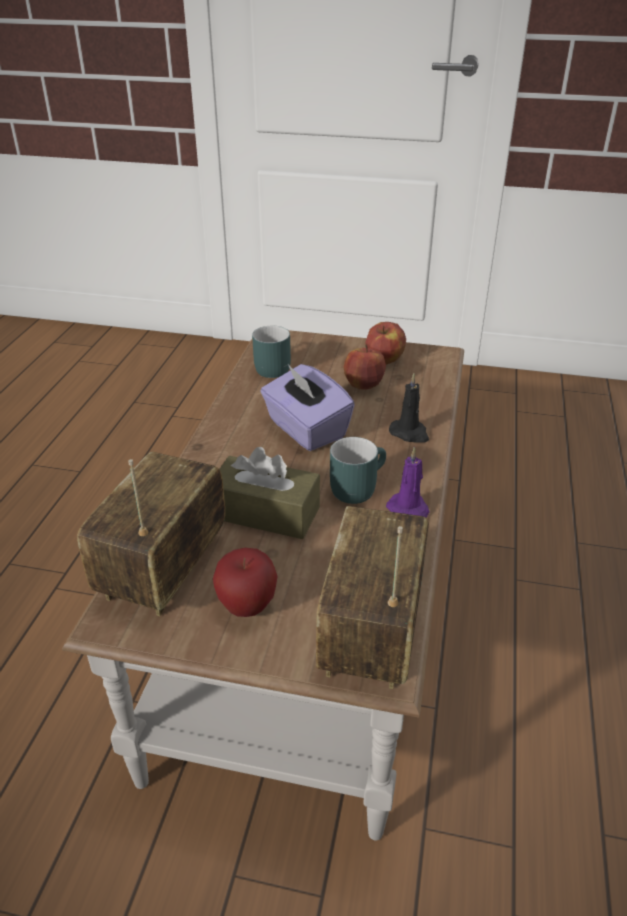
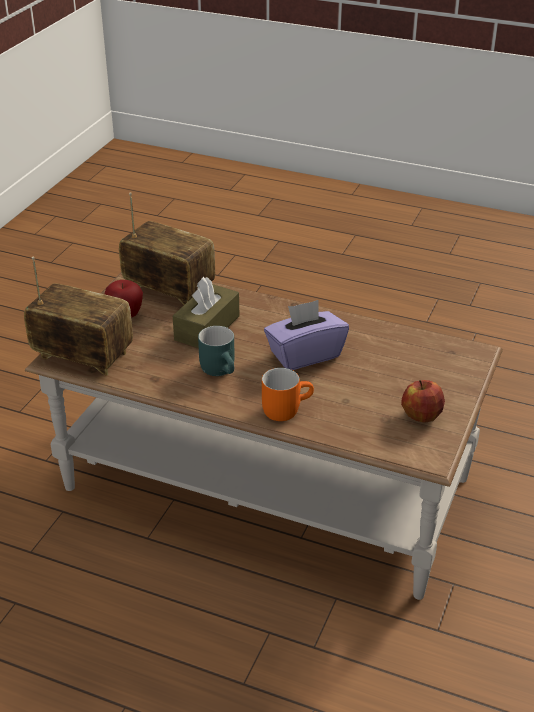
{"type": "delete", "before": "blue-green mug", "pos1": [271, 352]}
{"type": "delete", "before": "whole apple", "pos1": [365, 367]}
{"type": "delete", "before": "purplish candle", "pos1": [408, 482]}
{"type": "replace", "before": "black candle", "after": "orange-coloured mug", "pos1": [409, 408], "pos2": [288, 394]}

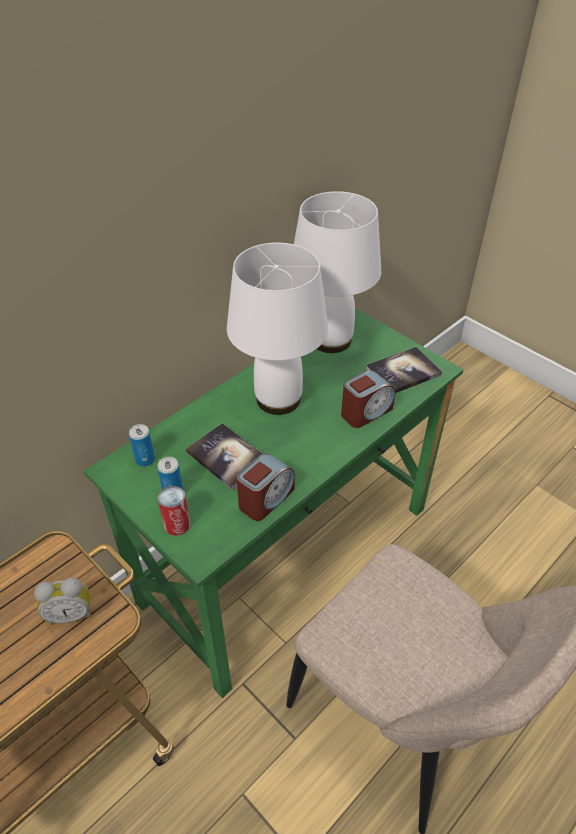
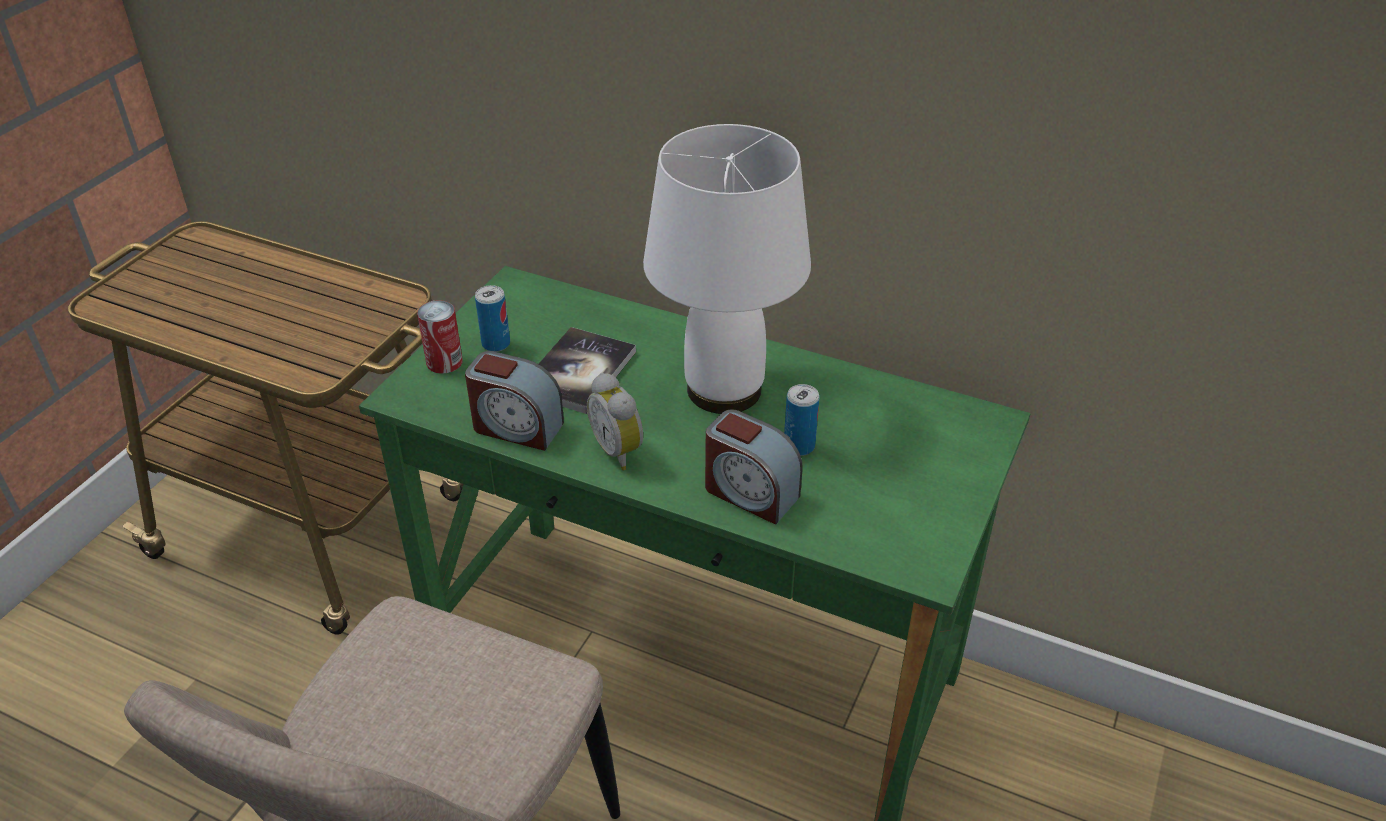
{"type": "move", "before": "bedside clock", "pos1": [63, 601], "pos2": [615, 422]}
{"type": "move", "before": "can", "pos1": [142, 445], "pos2": [801, 420]}
{"type": "delete", "before": "white tabletop lamp", "pos1": [337, 272]}
{"type": "delete", "before": "bound book", "pos1": [403, 370]}

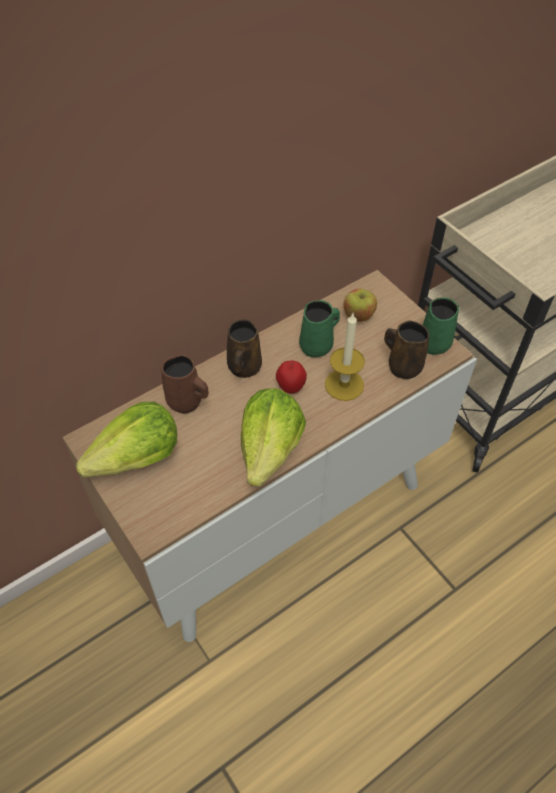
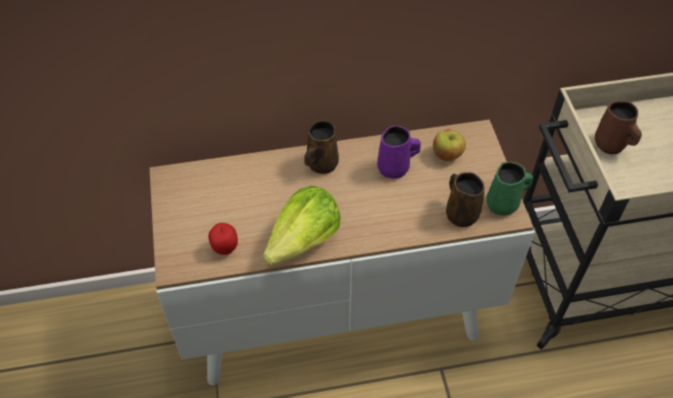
{"type": "delete", "before": "head of lettuce", "pos1": [126, 439]}
{"type": "move", "before": "brown-coloured mug", "pos1": [185, 383], "pos2": [618, 127]}
{"type": "move", "before": "whole apple", "pos1": [291, 377], "pos2": [223, 239]}
{"type": "recolor", "before": "green-coloured mug", "after": "purplish mug", "pos1": [319, 328], "pos2": [399, 152]}
{"type": "delete", "before": "candle", "pos1": [345, 357]}

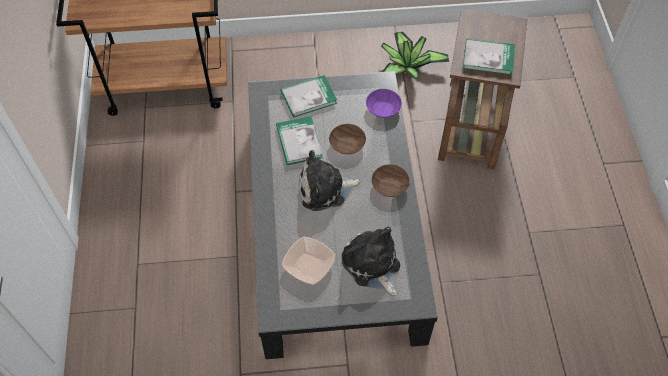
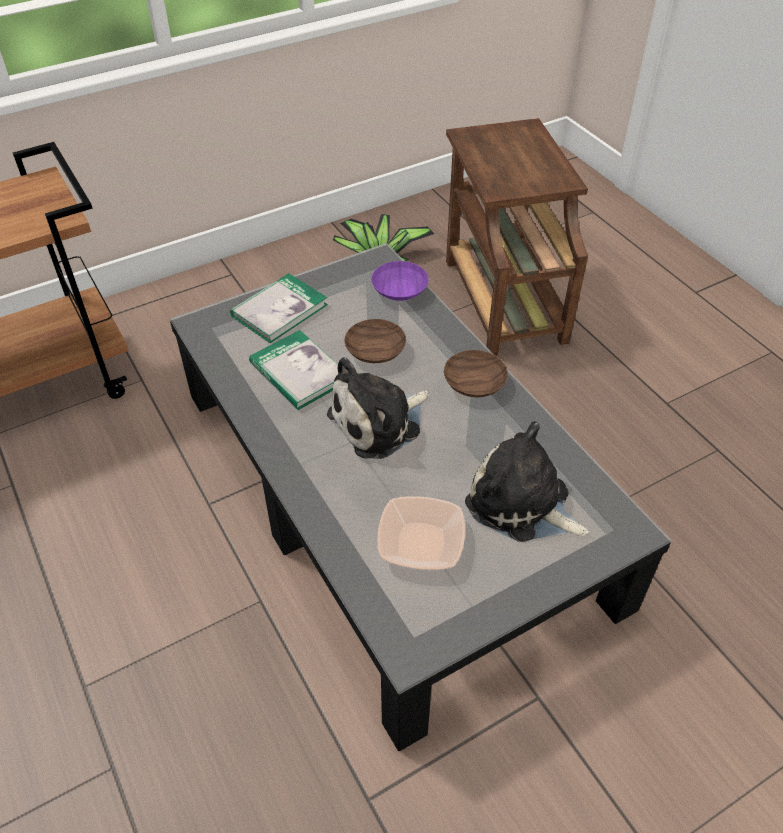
{"type": "delete", "before": "bound book", "pos1": [489, 56]}

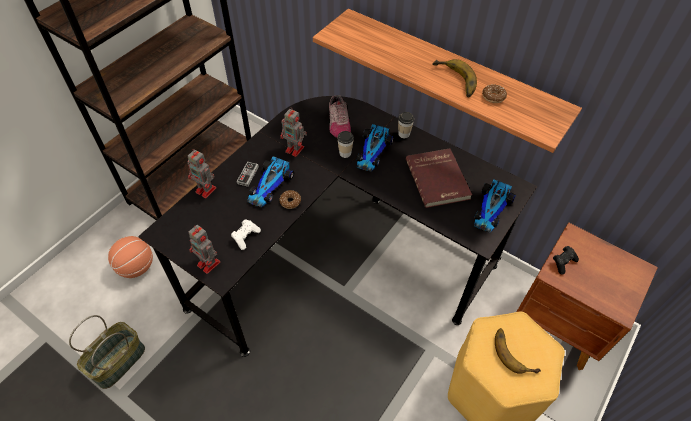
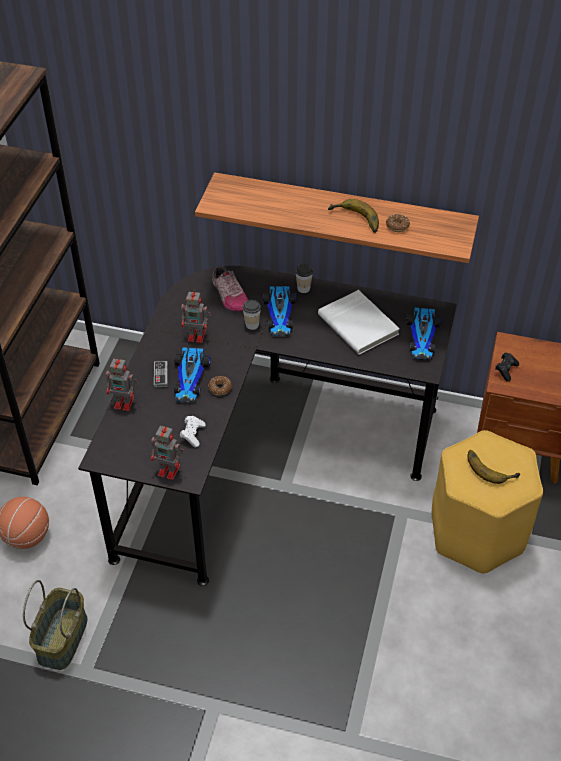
{"type": "recolor", "before": "red-coloured bound book", "after": "white bound book", "pos1": [439, 178], "pos2": [359, 322]}

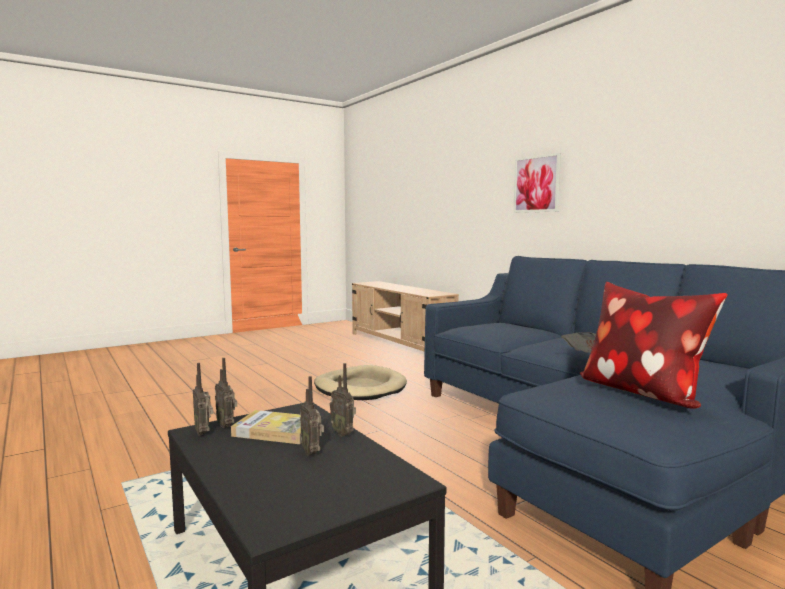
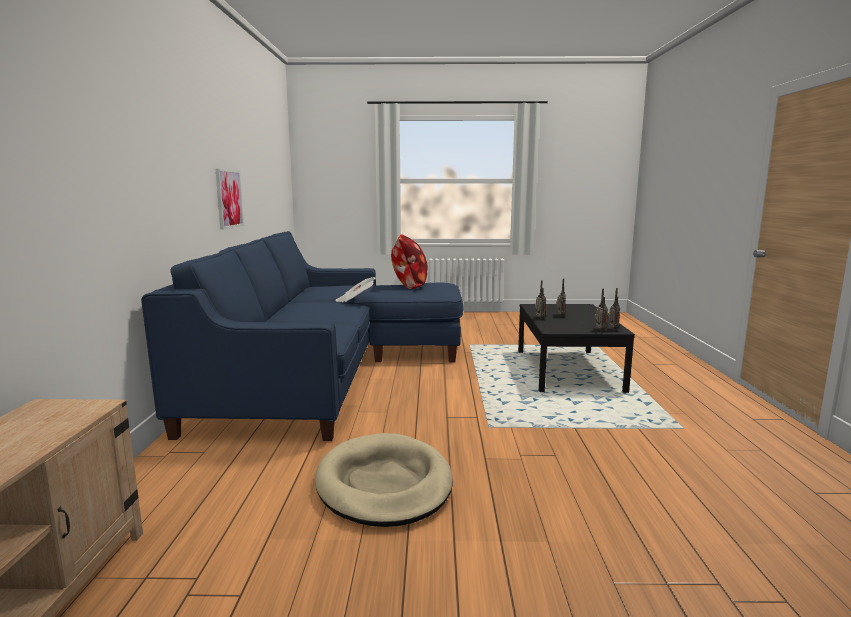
{"type": "delete", "before": "bound book", "pos1": [266, 427]}
{"type": "move", "before": "picture", "pos1": [537, 183], "pos2": [229, 199]}

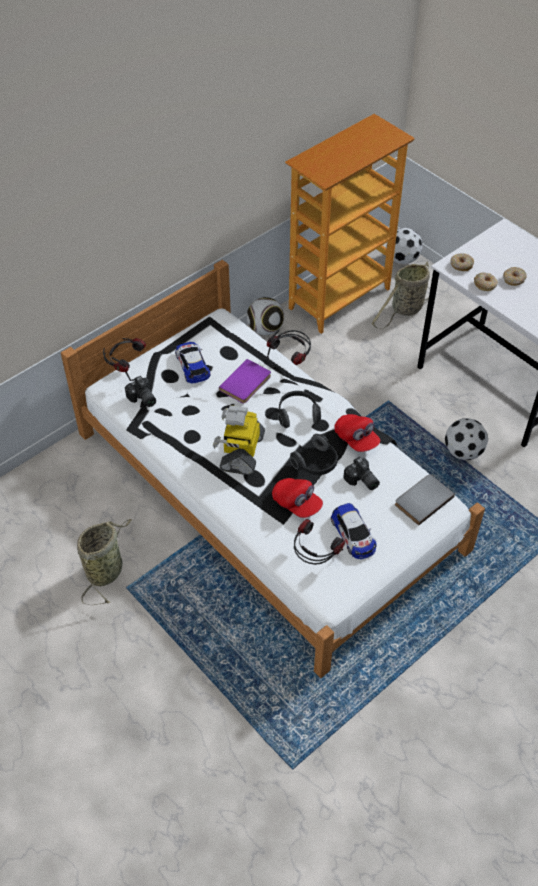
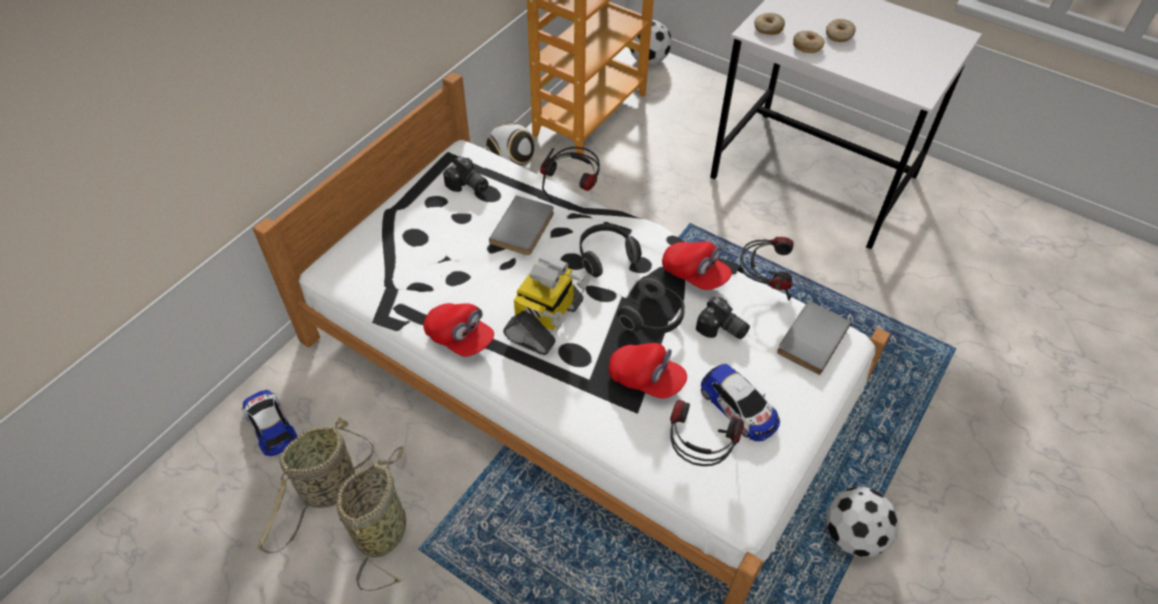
{"type": "move", "before": "headset", "pos1": [124, 359], "pos2": [767, 268]}
{"type": "move", "before": "photo camera", "pos1": [140, 391], "pos2": [465, 174]}
{"type": "move", "before": "miniature car", "pos1": [192, 363], "pos2": [269, 423]}
{"type": "rotate", "before": "toy robot", "pos1": [239, 440], "pos2": [546, 304], "turn": -150}
{"type": "recolor", "before": "purplish bound book", "after": "grey bound book", "pos1": [245, 381], "pos2": [521, 225]}
{"type": "move", "before": "basket", "pos1": [401, 295], "pos2": [316, 485]}
{"type": "move", "before": "football ball", "pos1": [466, 439], "pos2": [862, 522]}
{"type": "insert", "after": "red-coloured cap", "pos2": [458, 330]}

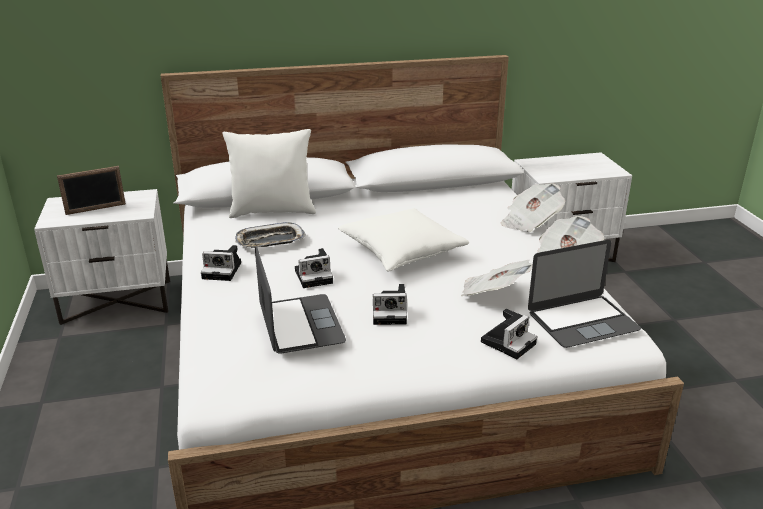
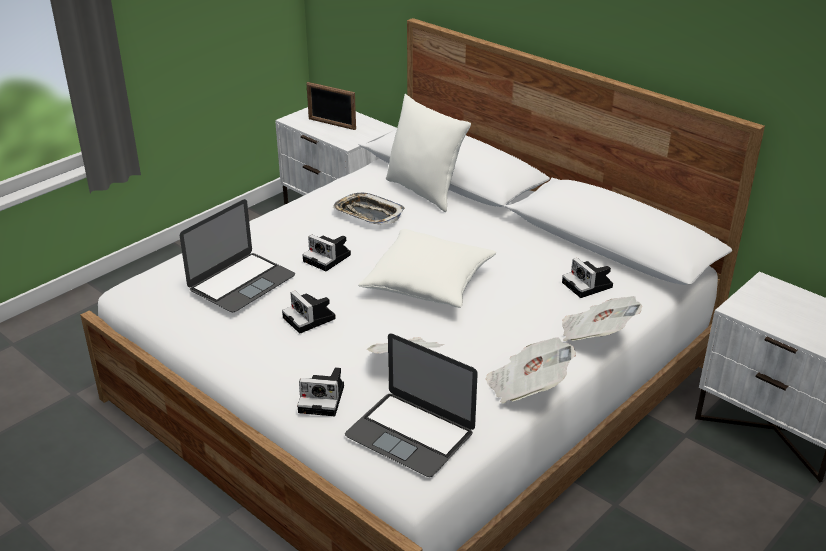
{"type": "move", "before": "photo camera", "pos1": [221, 263], "pos2": [587, 278]}

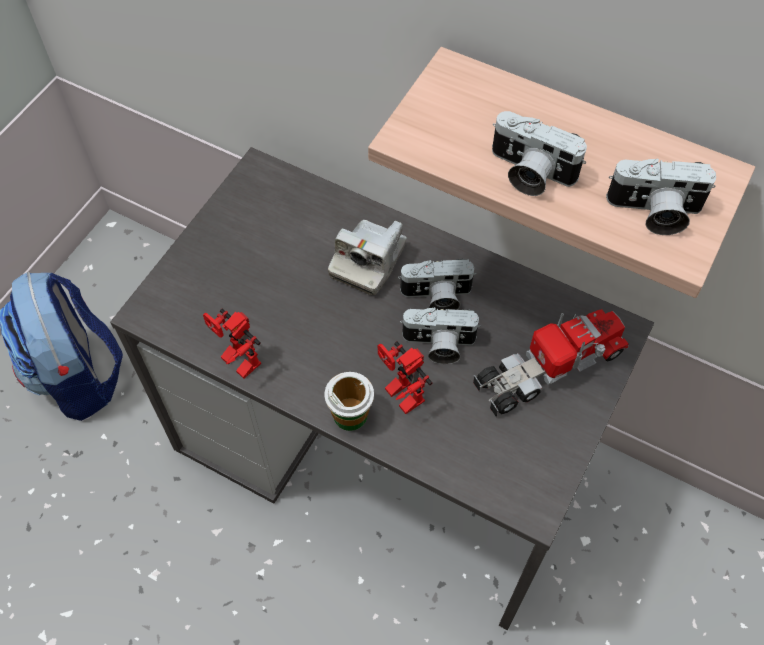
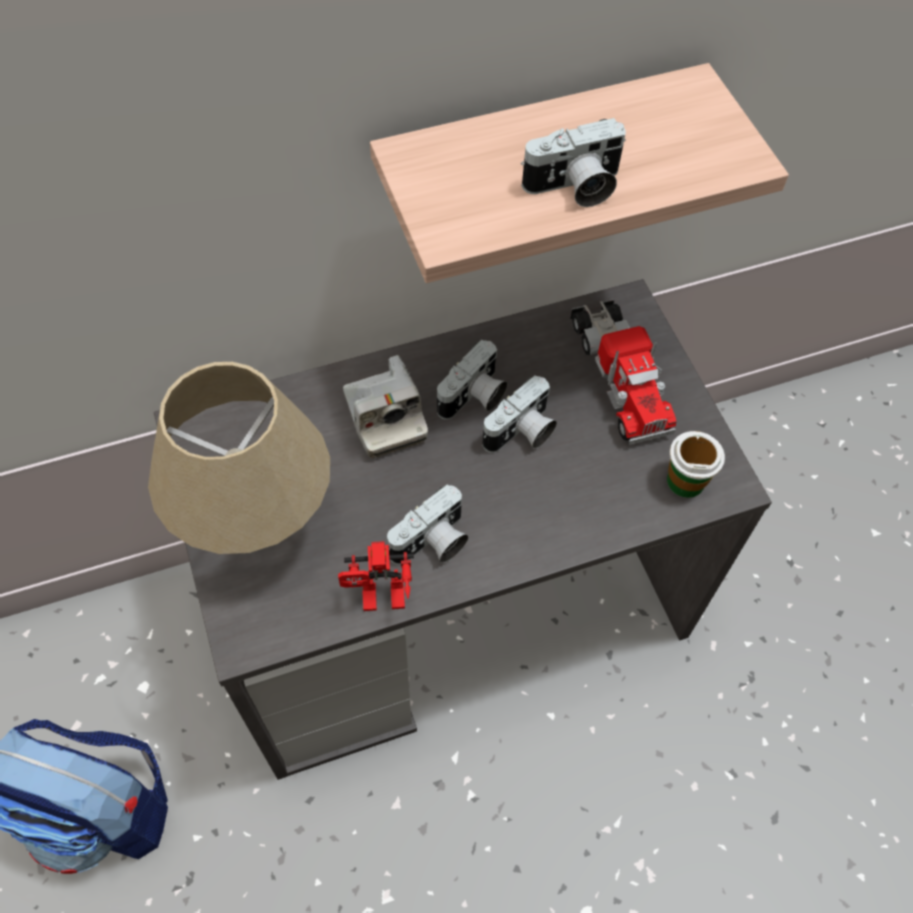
{"type": "move", "before": "cup", "pos1": [349, 401], "pos2": [696, 464]}
{"type": "delete", "before": "toy robot", "pos1": [405, 377]}
{"type": "rotate", "before": "toy lorry", "pos1": [551, 363], "pos2": [623, 372], "turn": 150}
{"type": "move", "before": "photo camera", "pos1": [661, 196], "pos2": [428, 524]}
{"type": "insert", "after": "beige tabletop lamp", "pos2": [239, 458]}

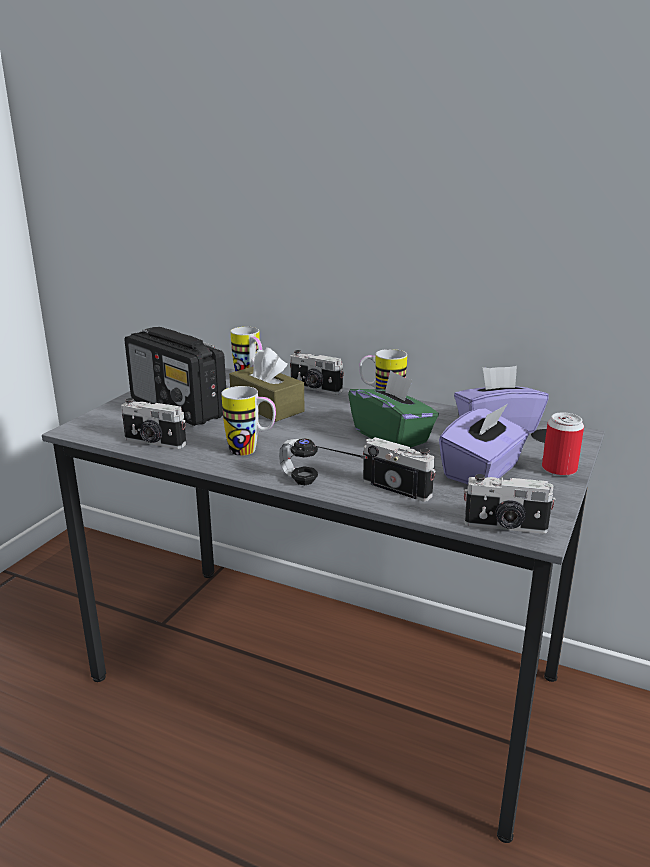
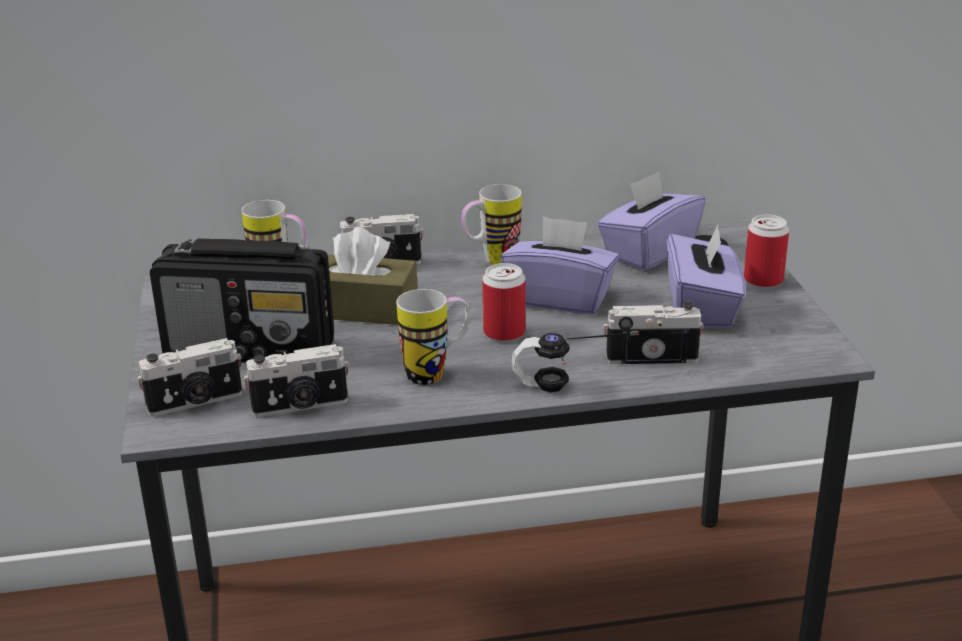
{"type": "recolor", "before": "green-coloured tissue box", "after": "purplish tissue box", "pos1": [393, 409], "pos2": [560, 265]}
{"type": "move", "before": "photo camera", "pos1": [510, 504], "pos2": [189, 377]}
{"type": "insert", "after": "can", "pos2": [504, 302]}

